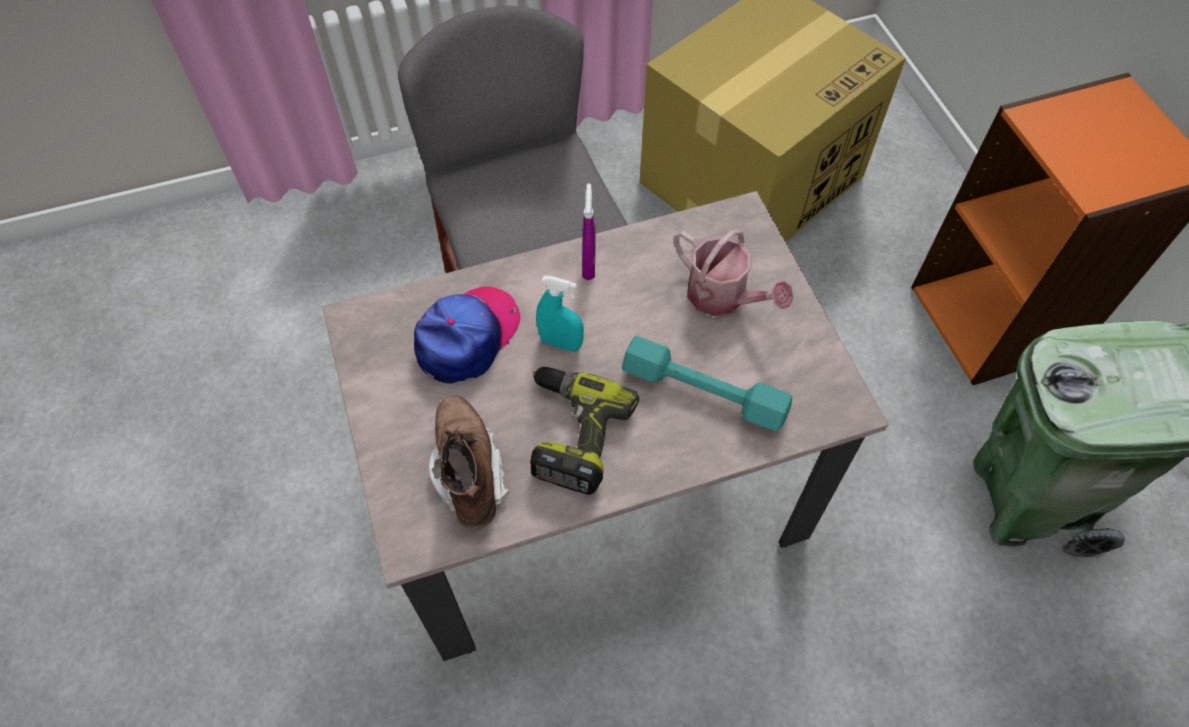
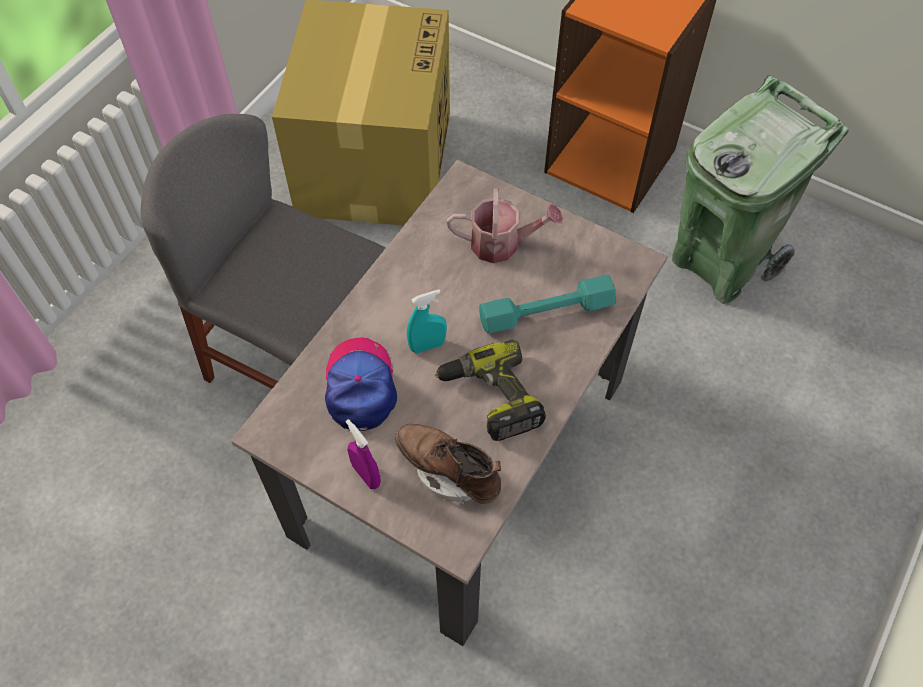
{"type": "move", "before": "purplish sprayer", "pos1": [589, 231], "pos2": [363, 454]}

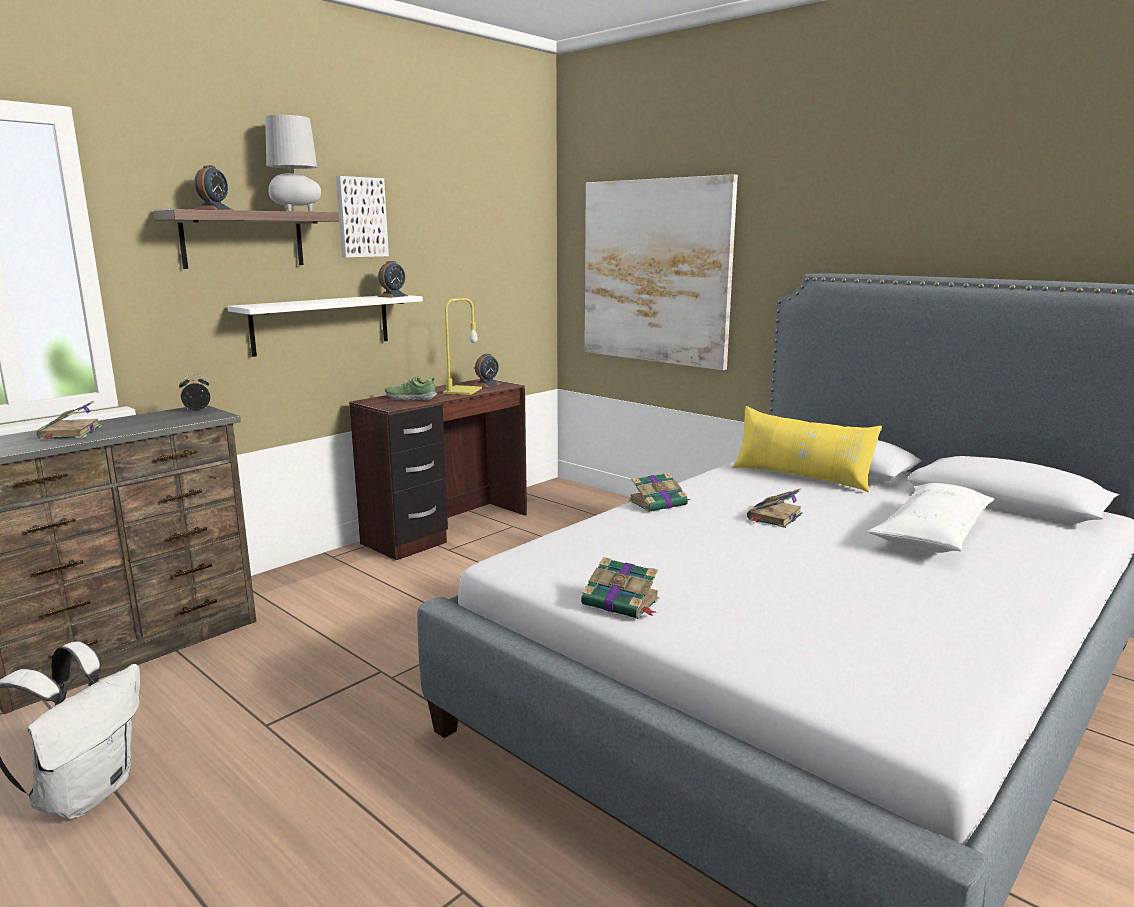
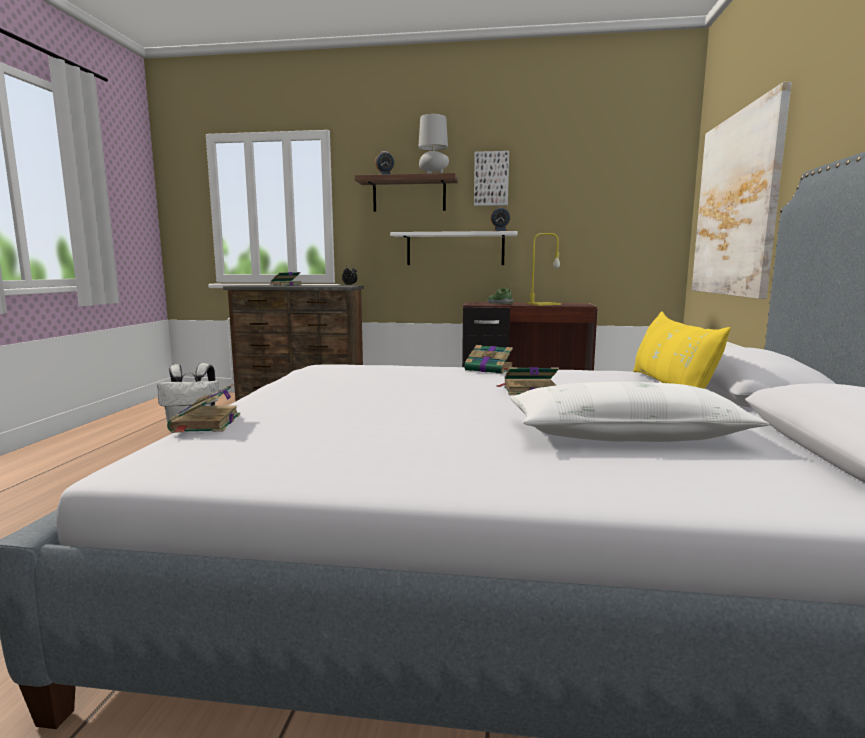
{"type": "delete", "before": "bedside clock", "pos1": [487, 370]}
{"type": "move", "before": "bound book", "pos1": [620, 588], "pos2": [203, 408]}

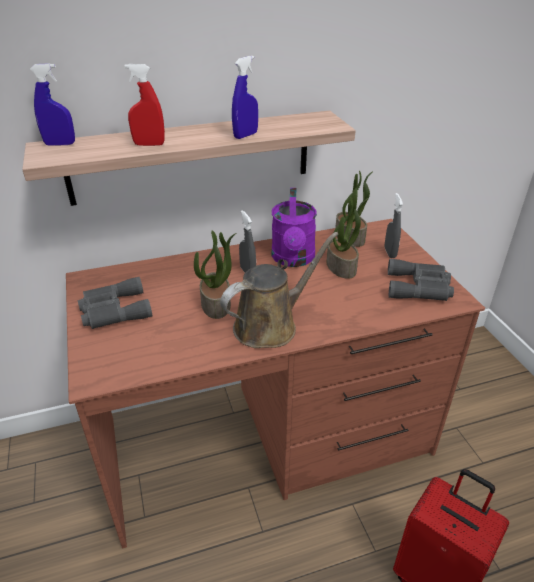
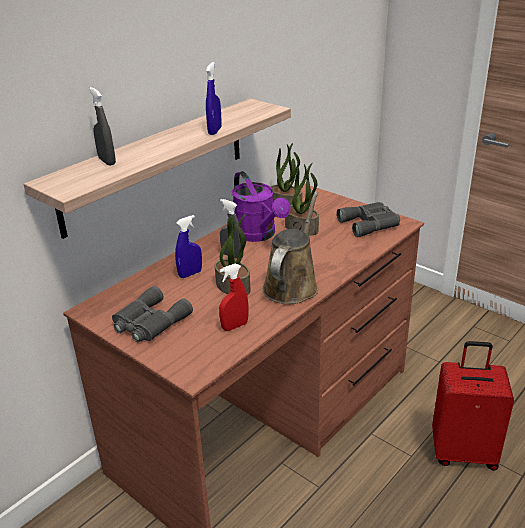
{"type": "move", "before": "blue sprayer", "pos1": [52, 104], "pos2": [188, 246]}
{"type": "move", "before": "red-coloured sprayer", "pos1": [144, 105], "pos2": [233, 297]}
{"type": "move", "before": "grey sprayer", "pos1": [394, 225], "pos2": [102, 126]}

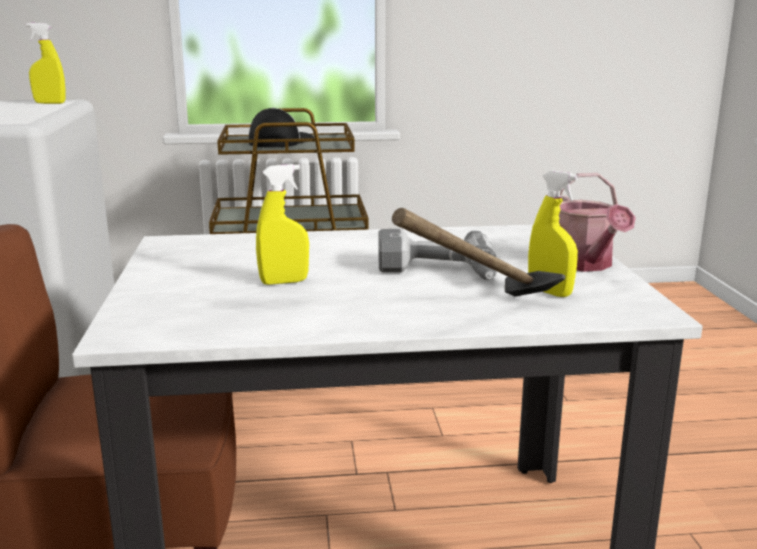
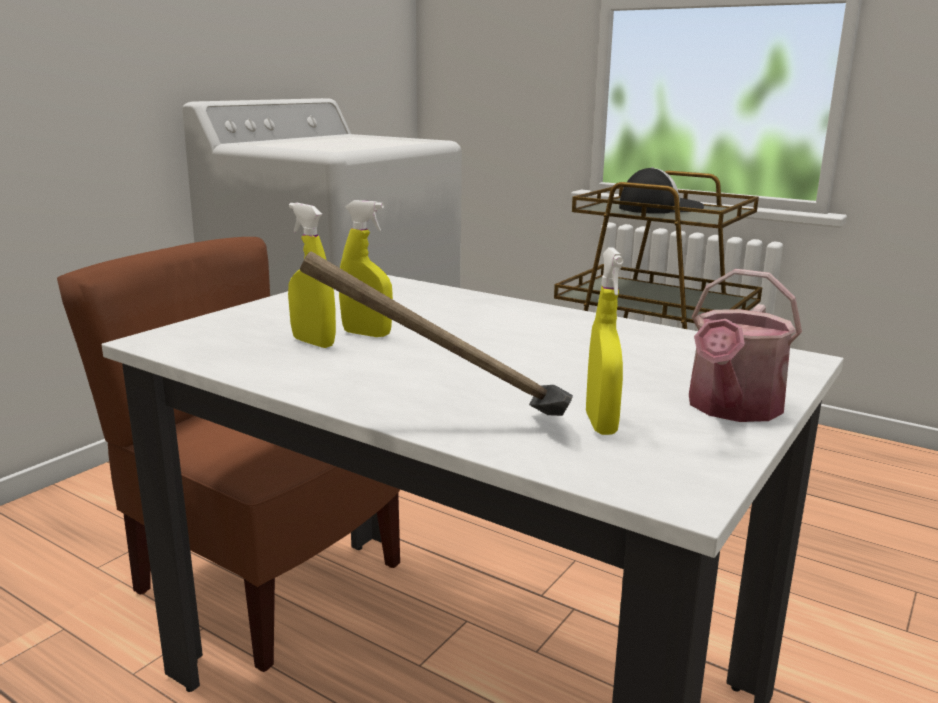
{"type": "move", "before": "yellow sprayer", "pos1": [46, 63], "pos2": [312, 275]}
{"type": "delete", "before": "electric drill", "pos1": [438, 254]}

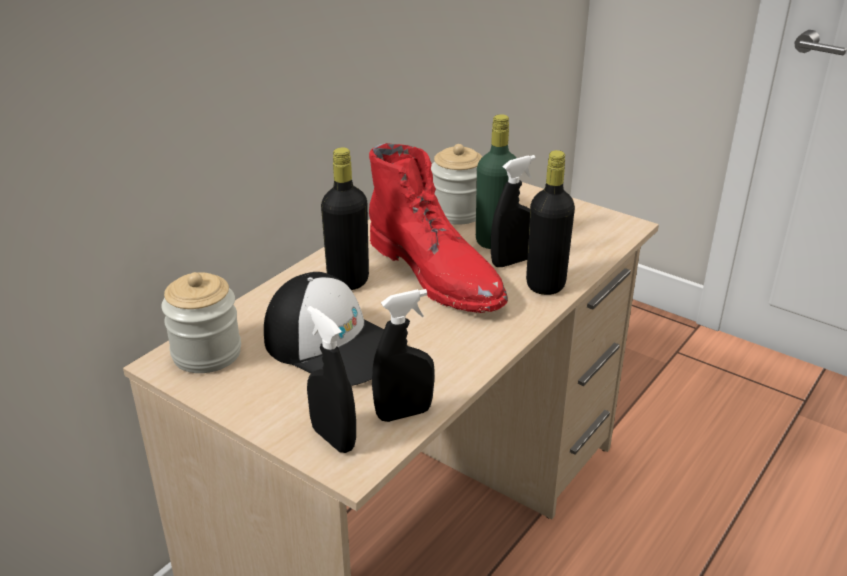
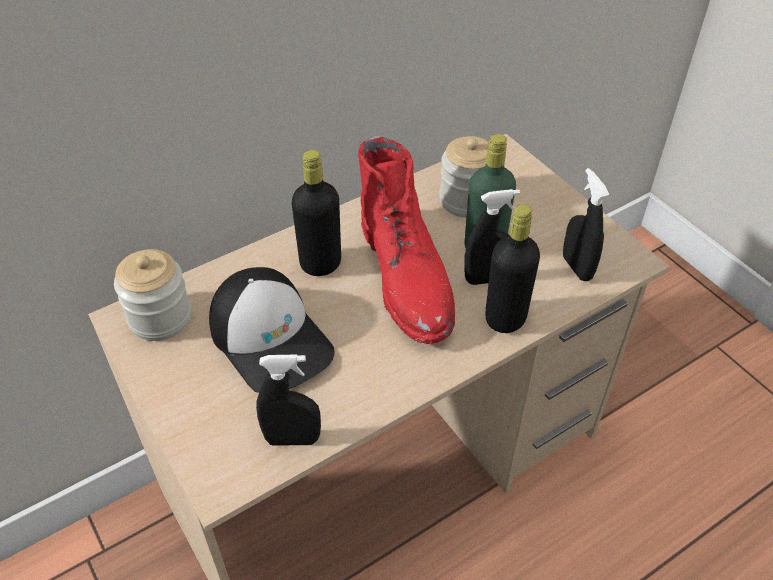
{"type": "move", "before": "black sprayer", "pos1": [331, 379], "pos2": [586, 224]}

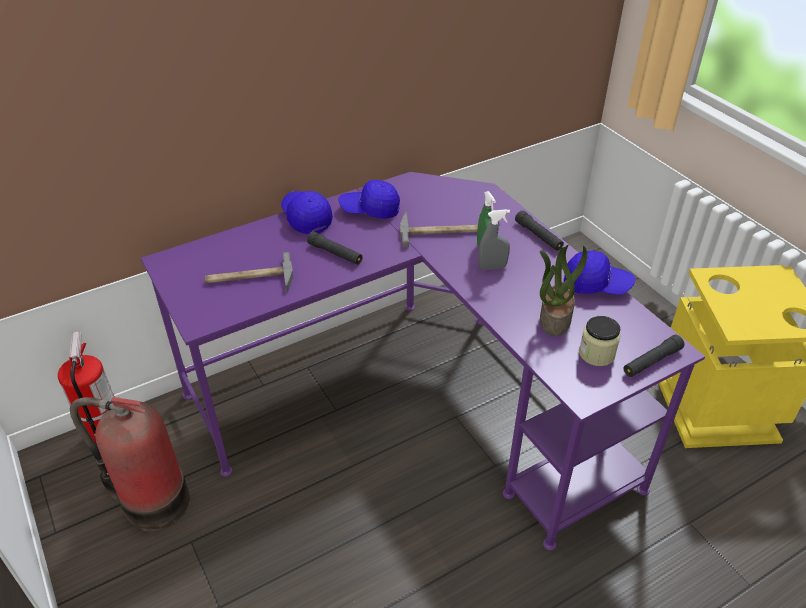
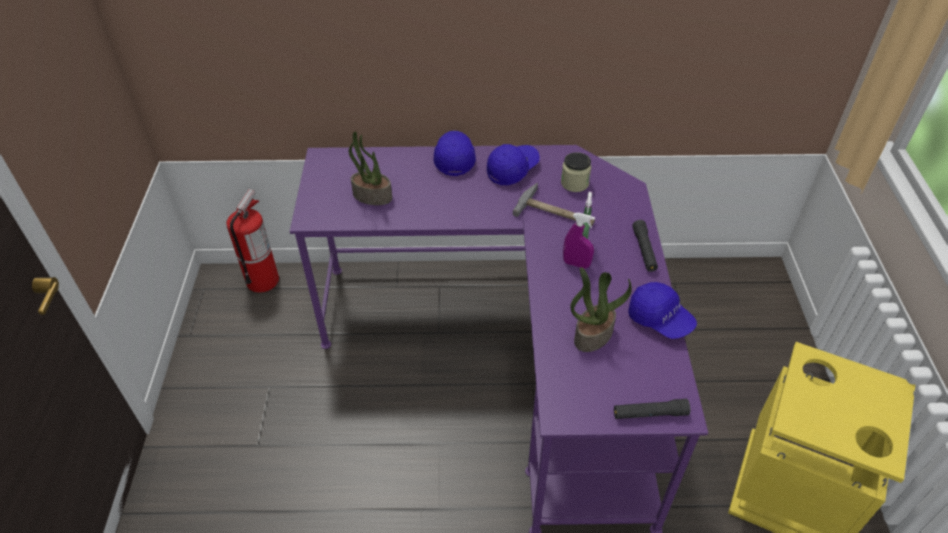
{"type": "delete", "before": "fire-fighting cylinder", "pos1": [130, 464]}
{"type": "replace", "before": "hand hammer", "after": "plant in a pot", "pos1": [249, 272], "pos2": [370, 168]}
{"type": "delete", "before": "black flashlight", "pos1": [335, 248]}
{"type": "rotate", "before": "blue cap", "pos1": [369, 199], "pos2": [513, 164], "turn": 105}
{"type": "recolor", "before": "grey sprayer", "after": "purplish sprayer", "pos1": [494, 239], "pos2": [579, 240]}
{"type": "move", "before": "preserve jar", "pos1": [600, 341], "pos2": [576, 172]}

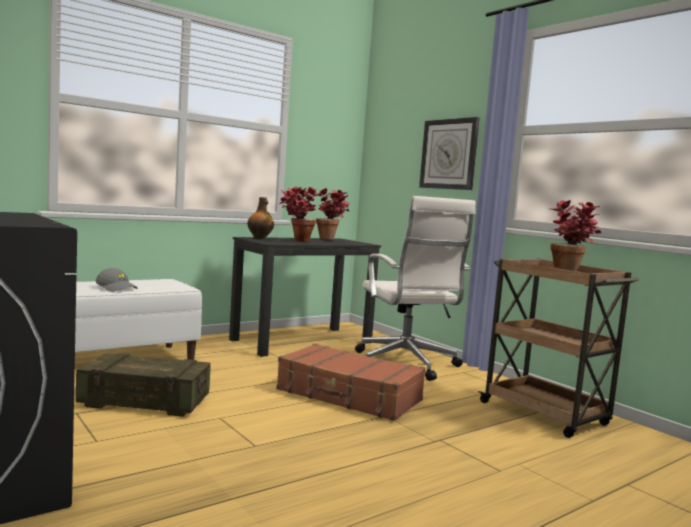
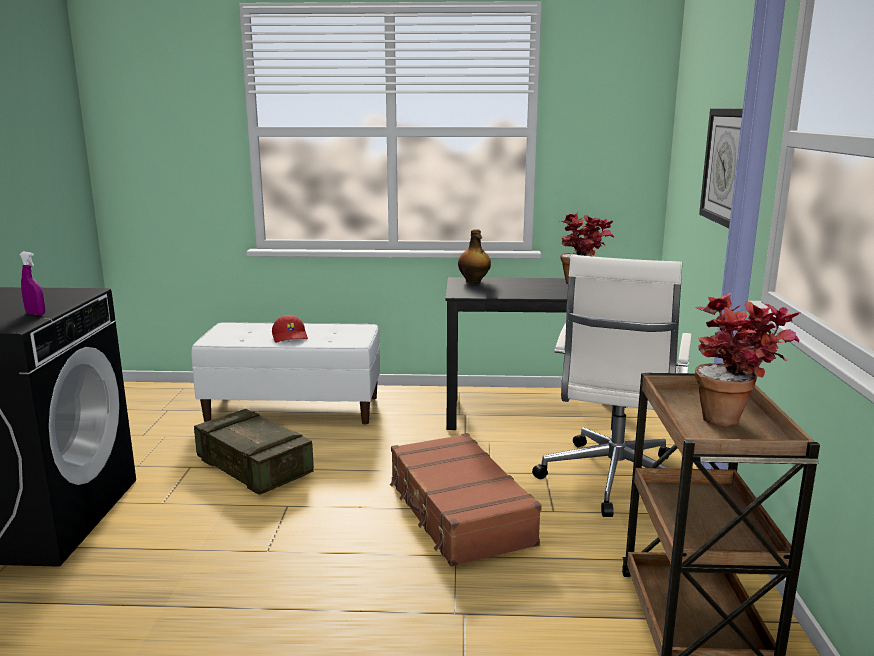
{"type": "recolor", "before": "grey cap", "after": "red-coloured cap", "pos1": [117, 280], "pos2": [290, 329]}
{"type": "delete", "before": "plant in a pot", "pos1": [299, 214]}
{"type": "insert", "after": "purplish sprayer", "pos2": [32, 283]}

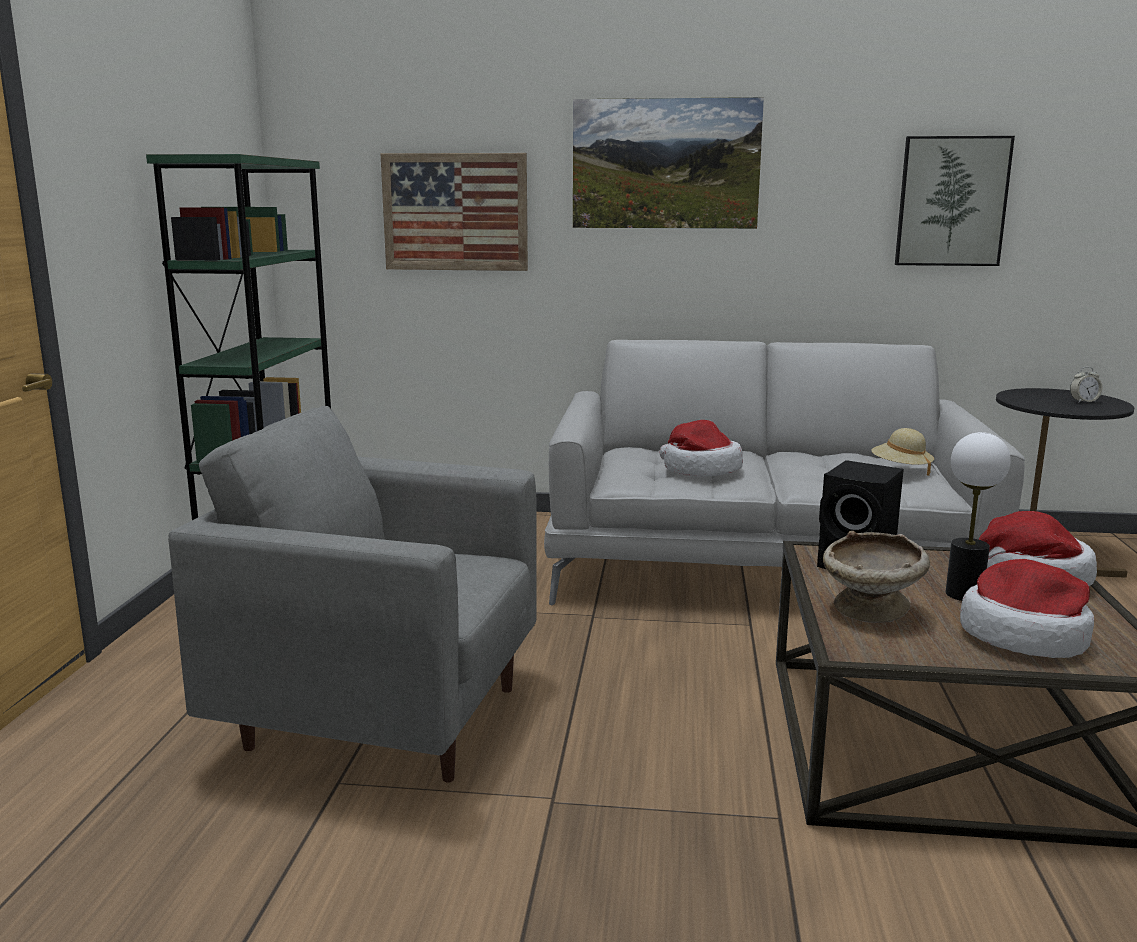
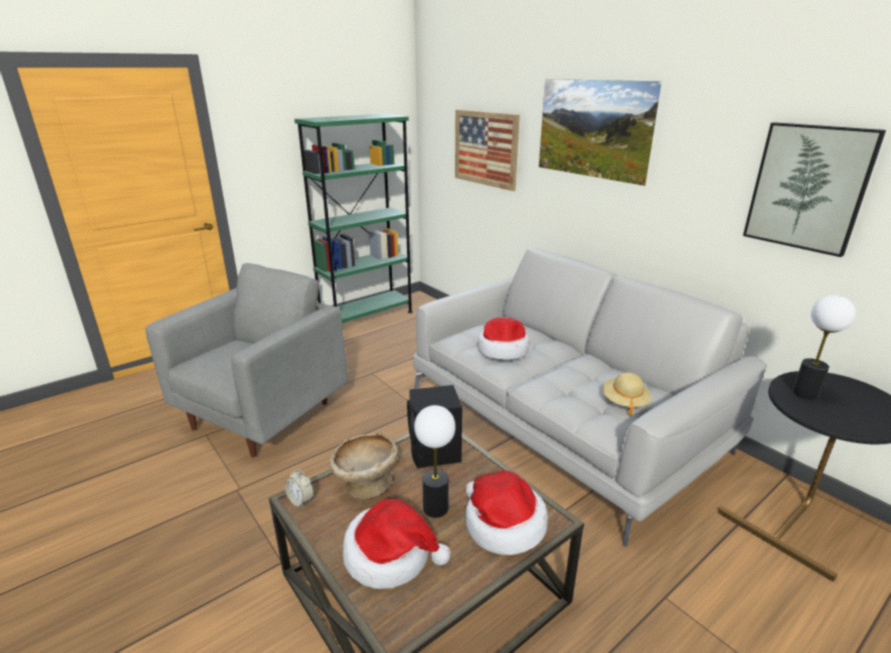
{"type": "rotate", "before": "grey armchair", "pos1": [352, 594], "pos2": [246, 360], "turn": 60}
{"type": "move", "before": "bedside clock", "pos1": [1086, 385], "pos2": [299, 488]}
{"type": "insert", "after": "tabletop lamp", "pos2": [824, 347]}

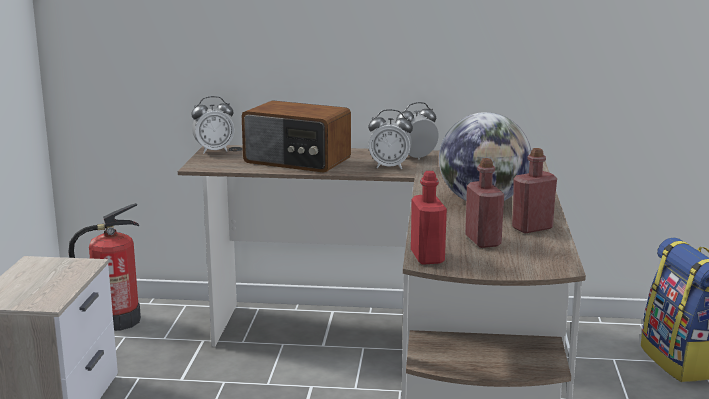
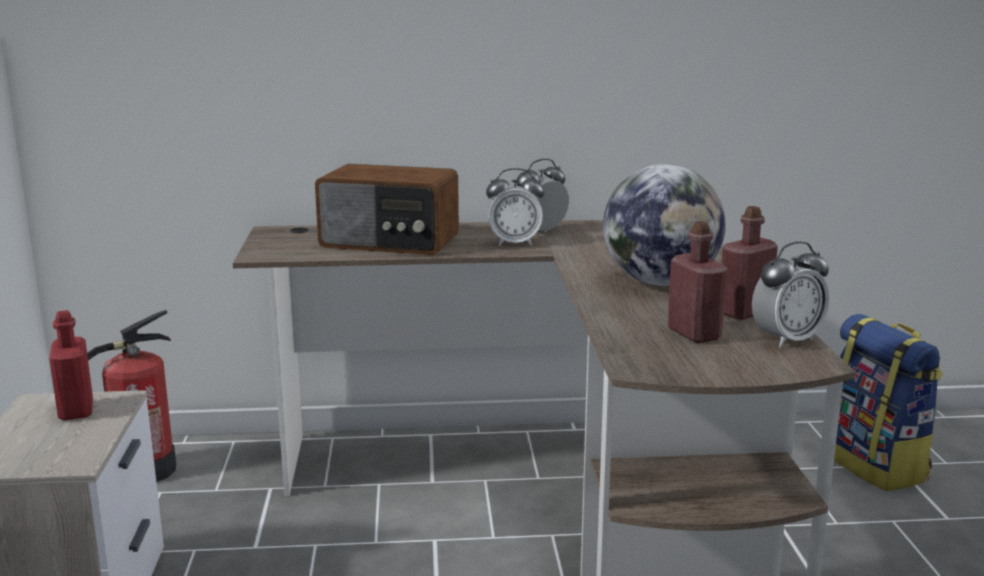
{"type": "move", "before": "bedside clock", "pos1": [213, 124], "pos2": [791, 294]}
{"type": "move", "before": "red-coloured drink bottle", "pos1": [429, 218], "pos2": [71, 365]}

